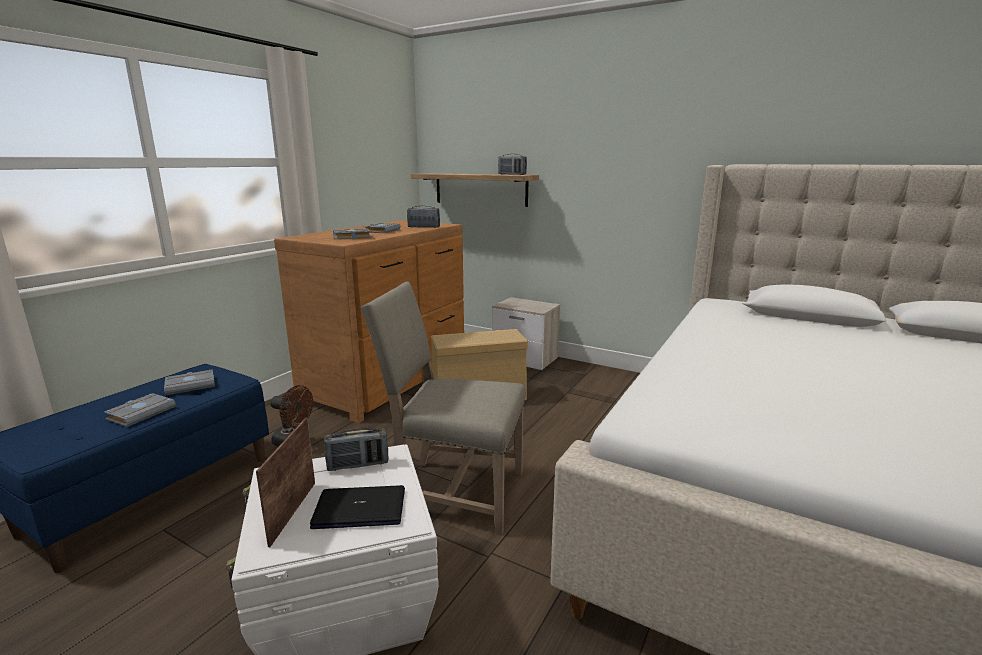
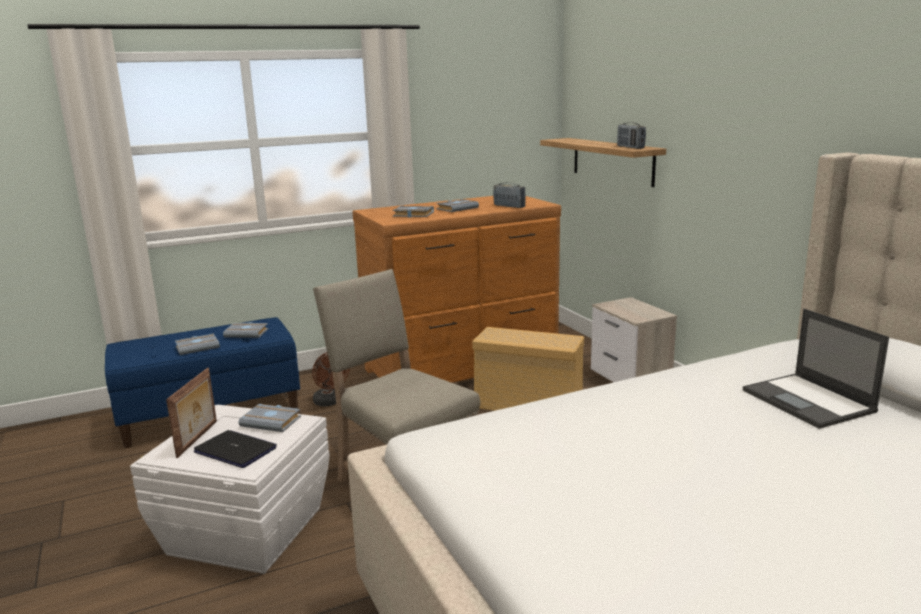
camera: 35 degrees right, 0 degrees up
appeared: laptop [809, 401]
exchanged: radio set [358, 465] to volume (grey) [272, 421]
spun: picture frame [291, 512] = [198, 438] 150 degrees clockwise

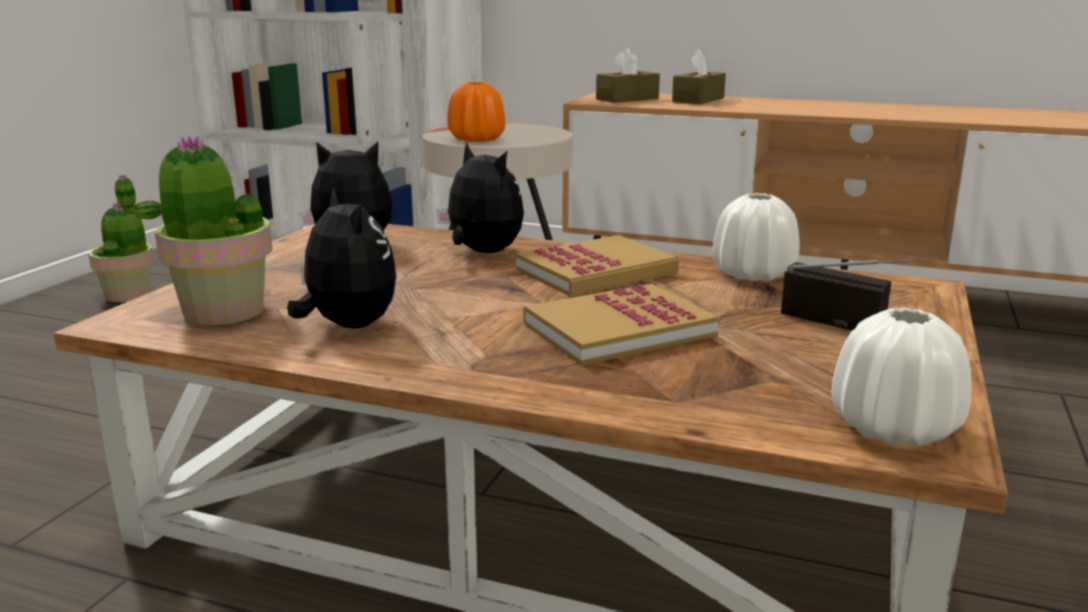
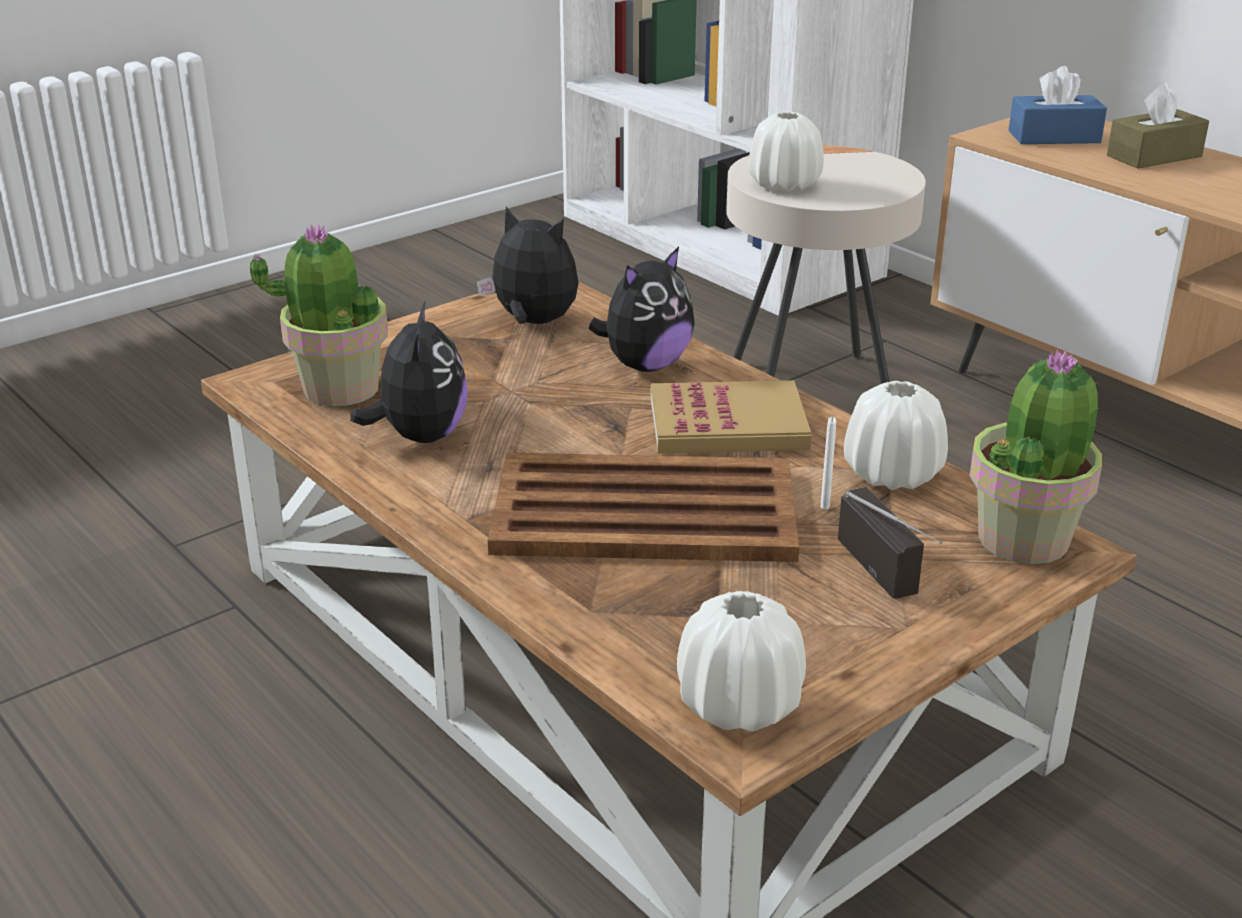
camera: 30 degrees right, 10 degrees up
appeared: wax candle (white) [825, 507]
relocated: potted plant [129, 295] to [1025, 539]
exchanged: volume [618, 330] to tray (brownish) [648, 512]
colour: box of tissues (brownish) [627, 99] to box of tissues (blue) [1054, 137]; decorative vase (orange-coloured) [477, 140] to decorative vase (white) [784, 185]
spun: plush toy [481, 252] = [645, 365] 60 degrees clockwise

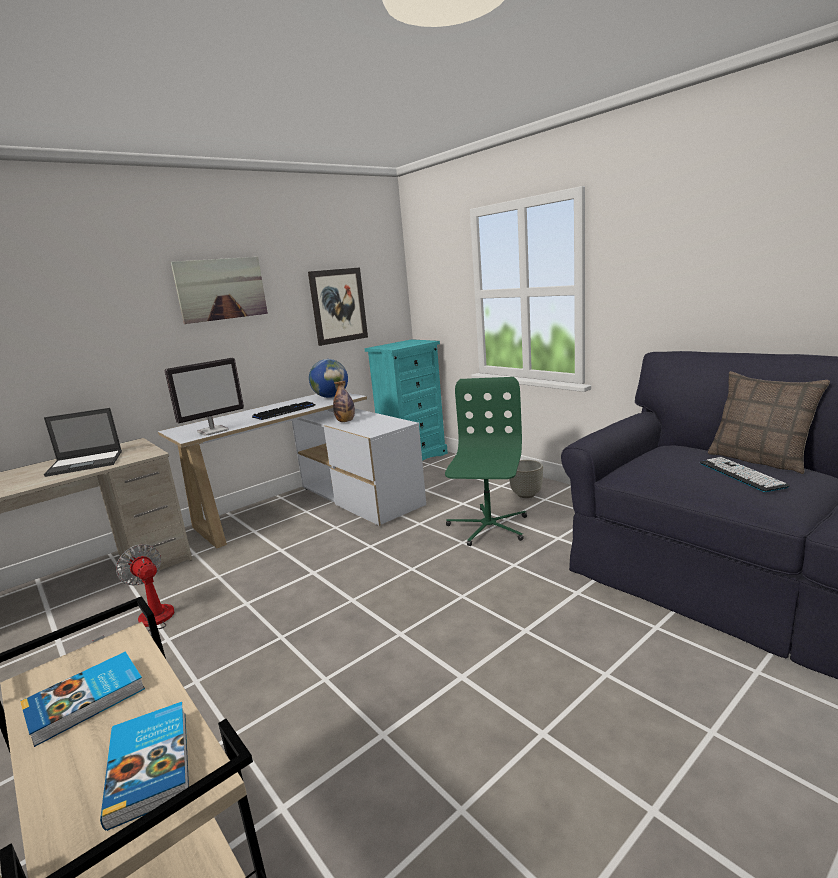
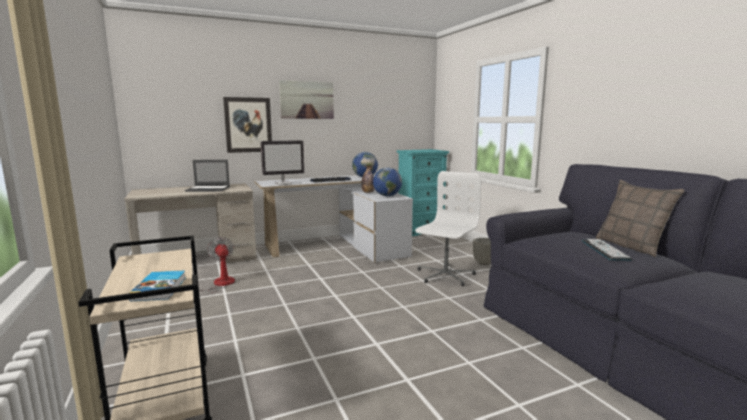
camera: 15 degrees right, 5 degrees down
missing: volume [87, 701]
appeared: world globe [387, 196]
relocated: wall art [338, 306] to [248, 125]
colour: office chair (greenish) [488, 527] to office chair (white) [445, 275]

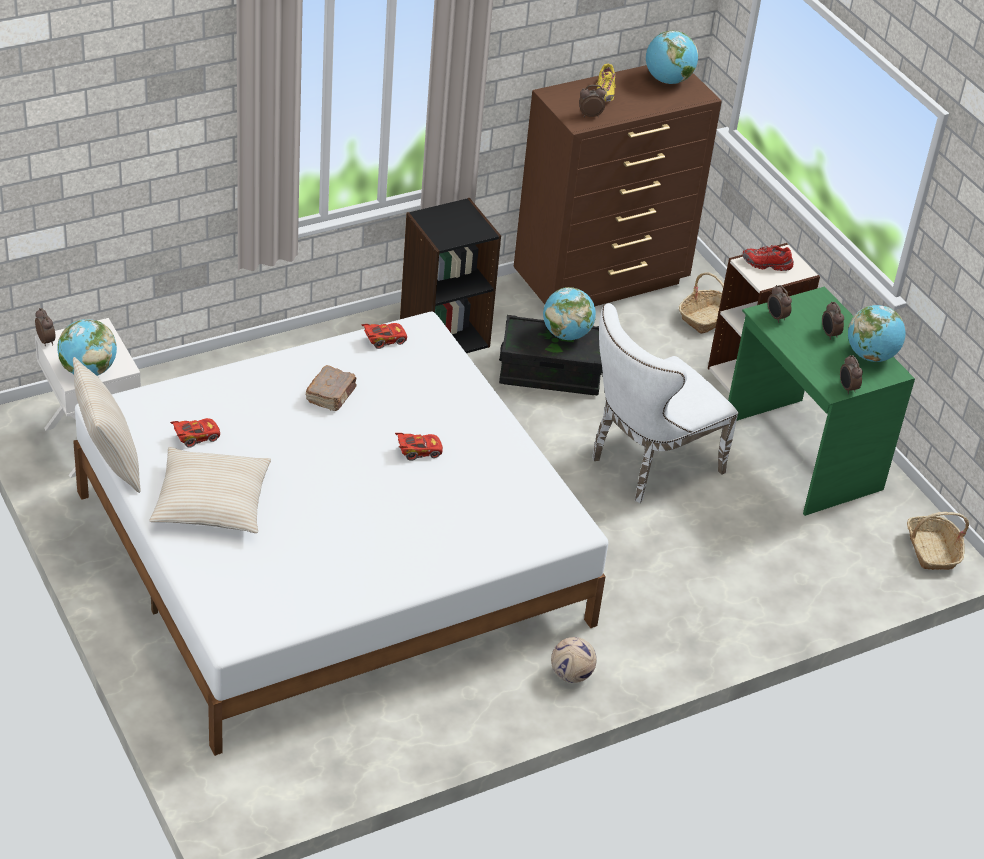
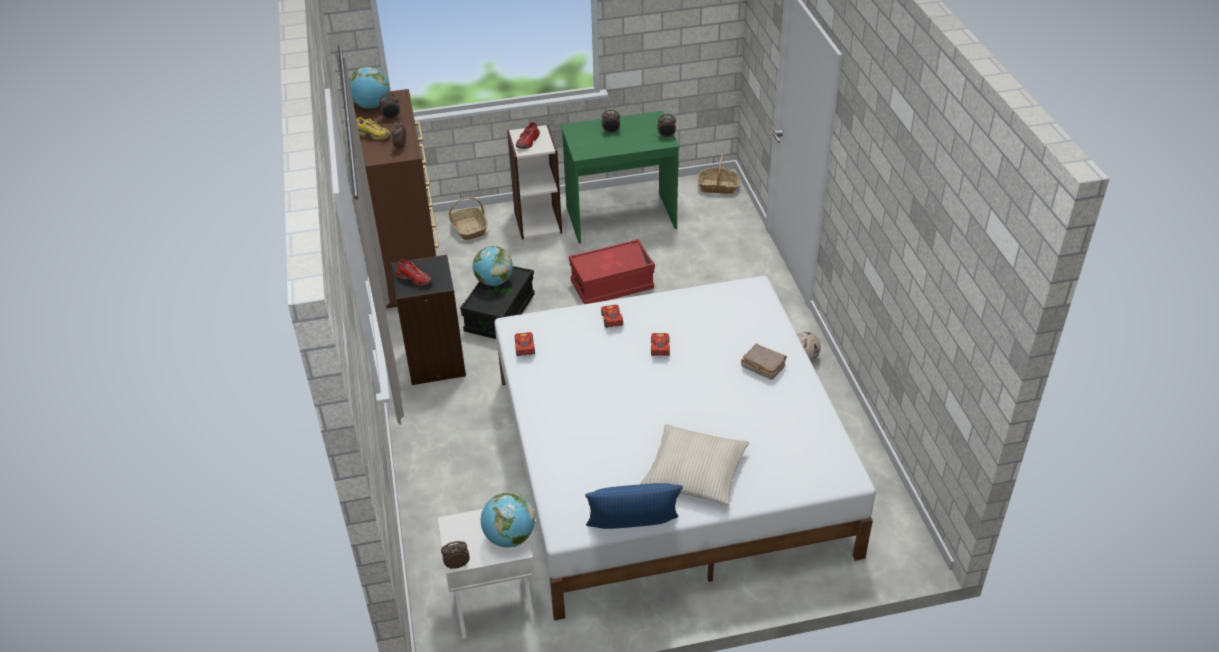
camera: 70 degrees left, 0 degrees up
missing: world globe [871, 355]
appeared: item of footwear (red) [414, 279]
relocated: alarm clock [776, 317] to [391, 118]; volume (brownish) [331, 395] to [762, 367]; miniature car (red) [196, 437] to [612, 320]
exchanged: plain chair (white) [648, 465] to storage bin (red) [612, 285]
colour: pillow (beige) [109, 461] to pillow (blue) [633, 534]

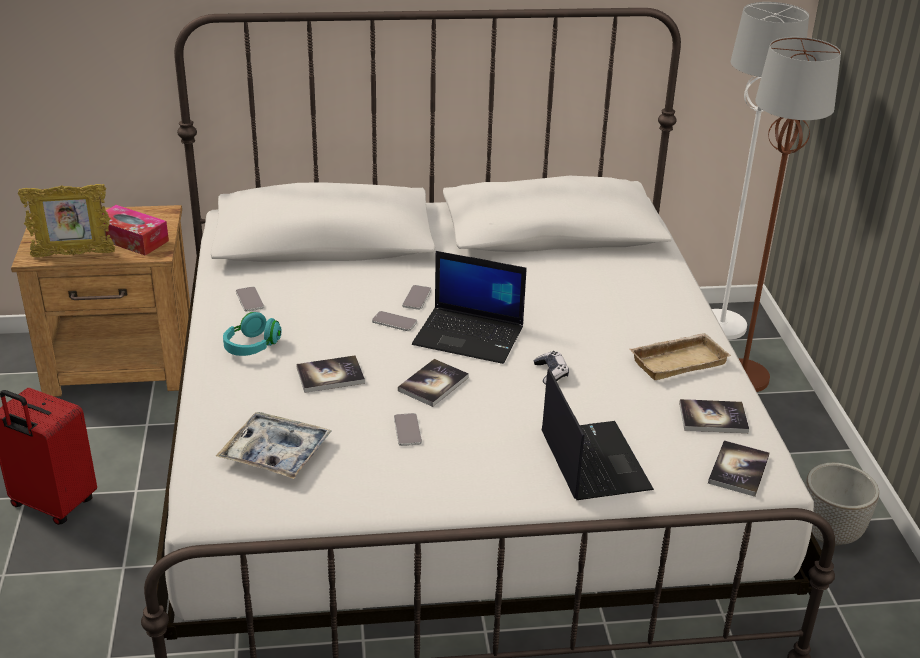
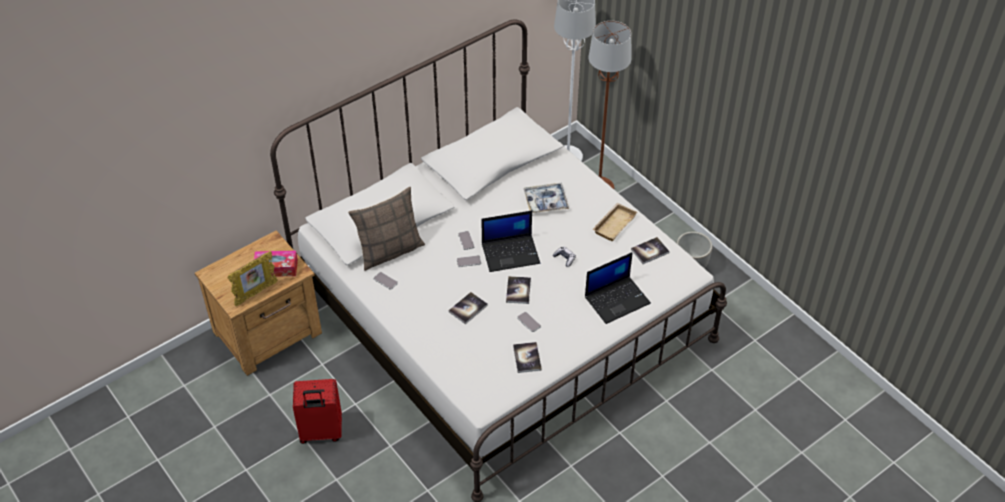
camera: 30 degrees left, 15 degrees up
missing: pair of headphones (turquoise) [252, 347]
appeared: pillow [389, 250]
relocated: tray [275, 453] to [546, 202]; volume [738, 470] to [527, 358]
spun: laptop [592, 460] = [617, 299] 105 degrees clockwise

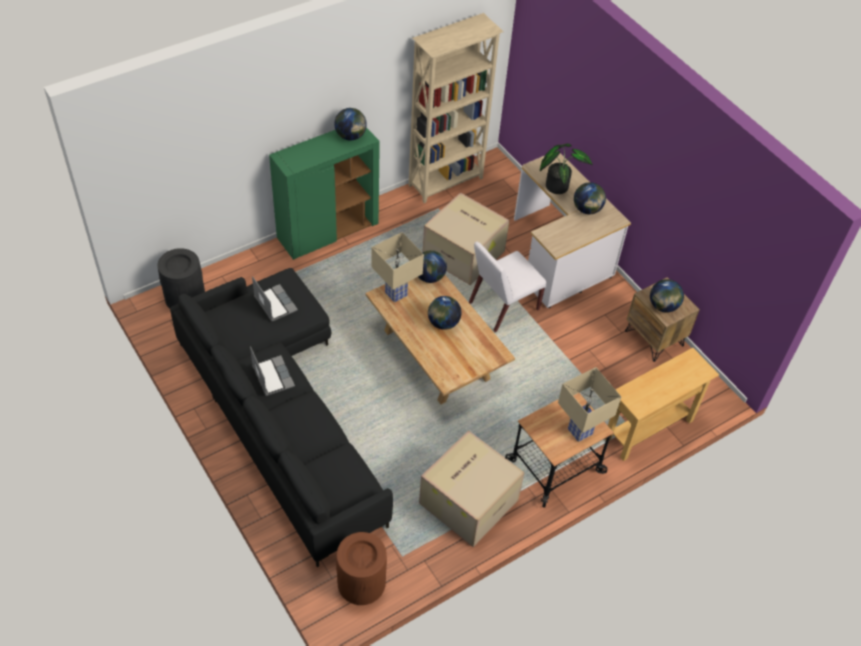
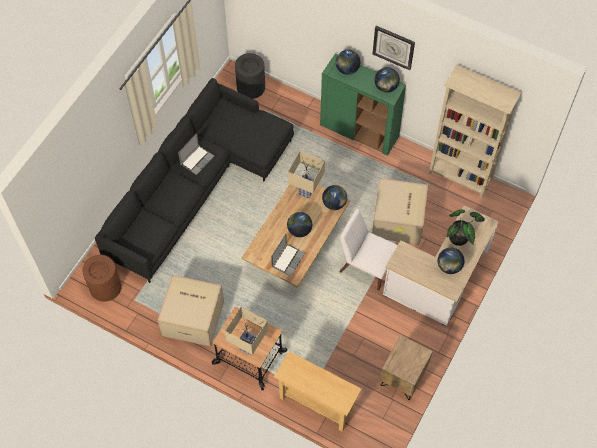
camera: 65 degrees right, 10 degrees up
appeared: clock on the wall [393, 47]
relocated: laptop [274, 303] to [288, 259]; world globe [663, 306] to [347, 69]

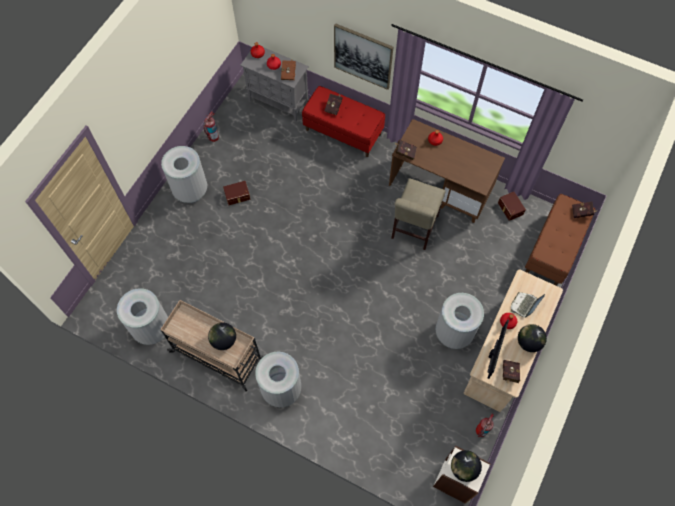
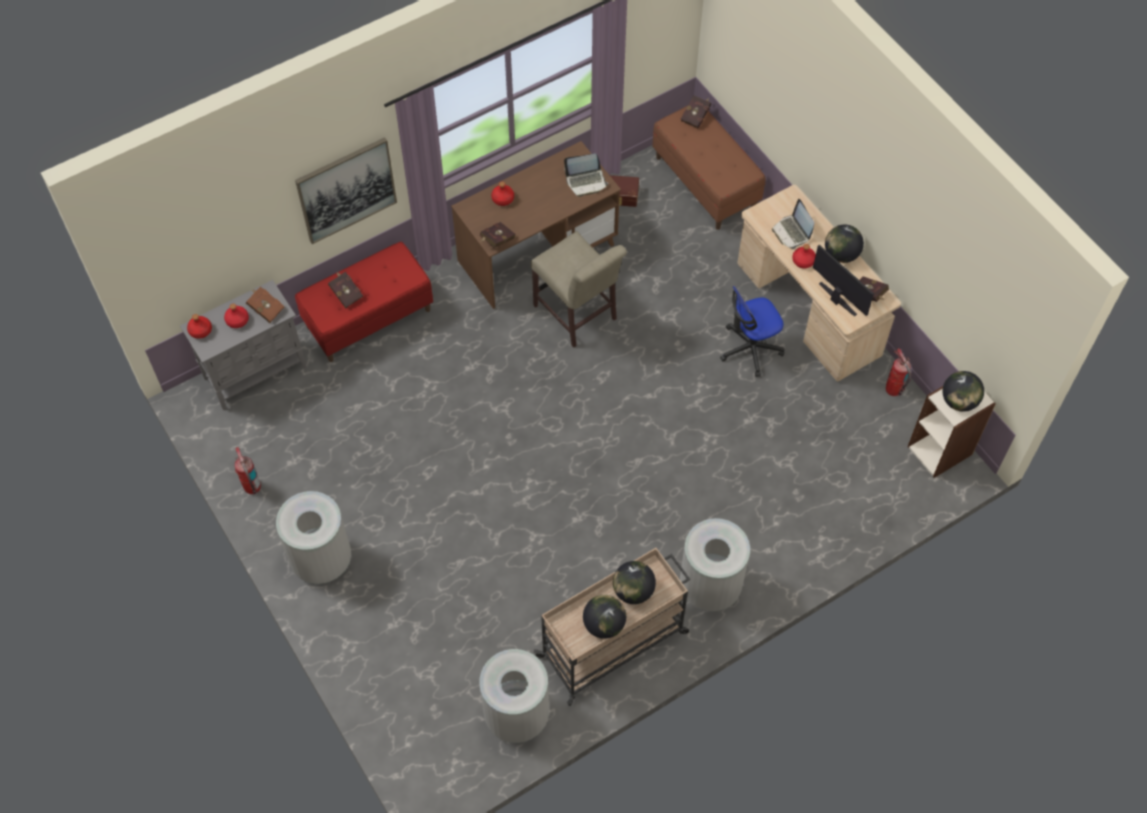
camera: 60 degrees left, 5 degrees down
missing: storage bin (brownish) [237, 196]
appeared: laptop [586, 181]; world globe [604, 624]
exchanged: rubbish bin (grey) [454, 332] to office chair [750, 348]

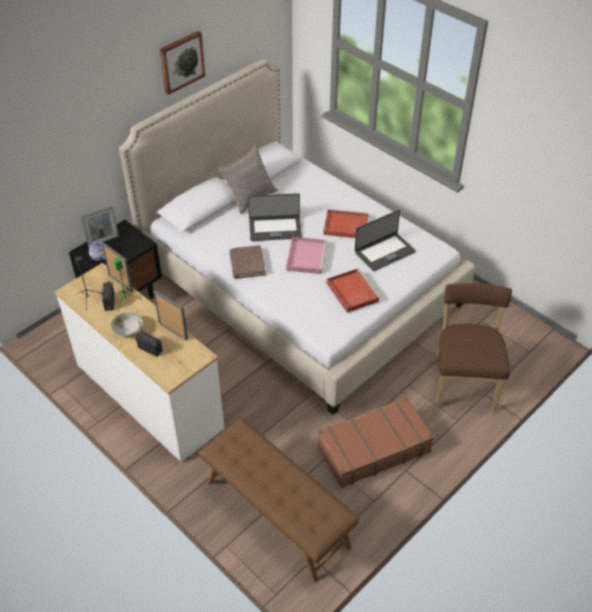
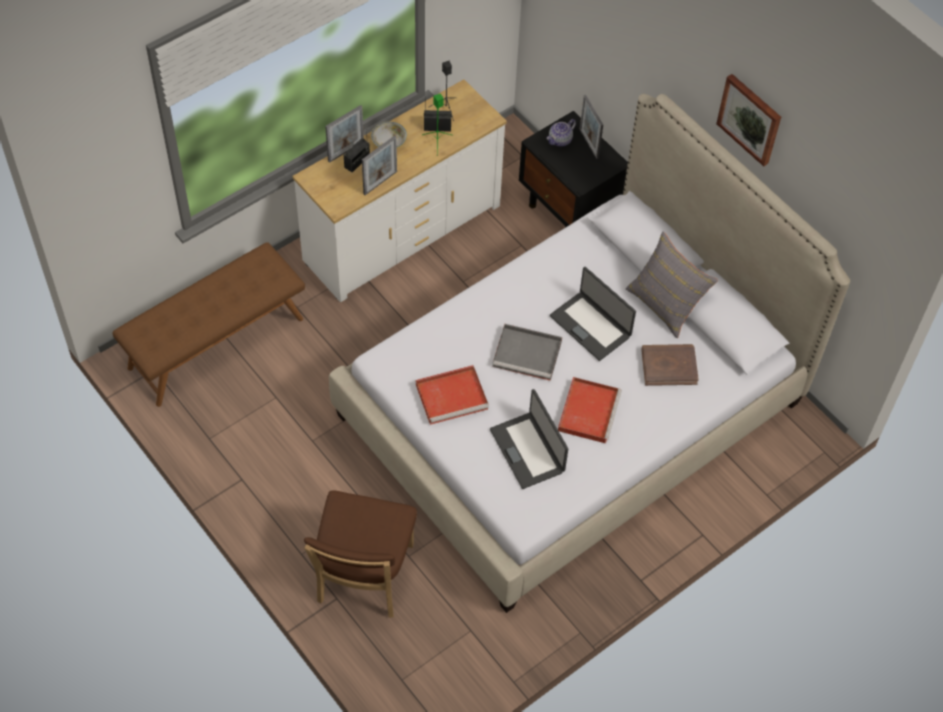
camera: 95 degrees right, 10 degrees up
missing: travel case (brownish) [373, 448]
relocated: picture frame [120, 283] to [346, 151]; volume (brownish) [247, 264] to [669, 366]
colour: tray (pink-coloured) [306, 256] to tray (grey) [528, 354]
spun: laptop [275, 228] = [591, 325] 45 degrees counterclockwise; plain chair (brownish) [464, 381] = [363, 578] 90 degrees clockwise

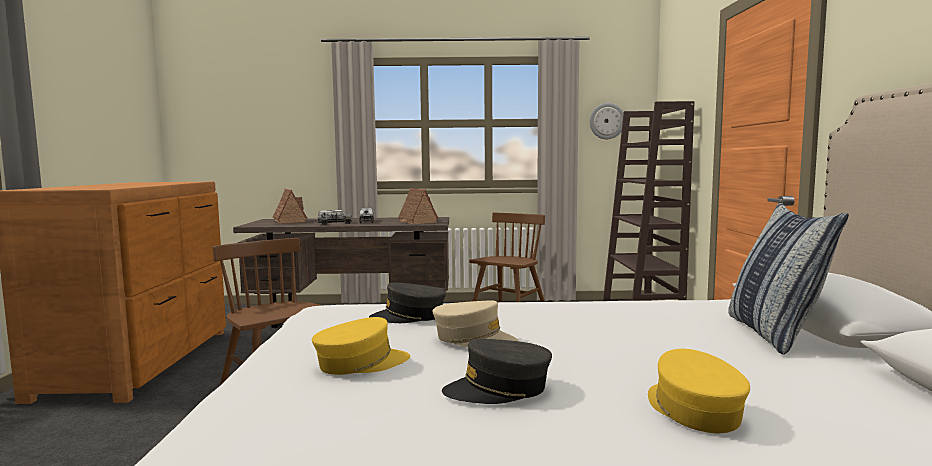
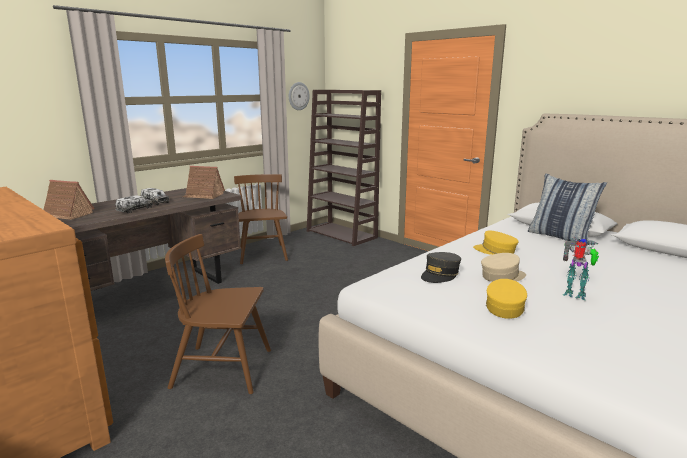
camera: 45 degrees left, 10 degrees up
relocated: peaked cap (yellow) [693, 410] to [495, 251]
exchanged: peaked cap (grey) [499, 389] to model robot [575, 295]

